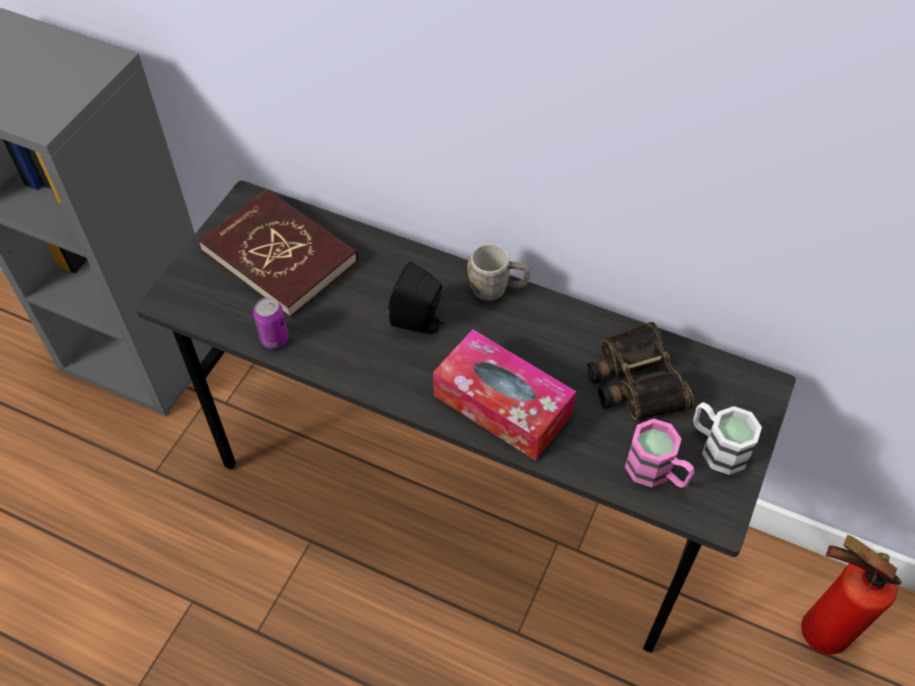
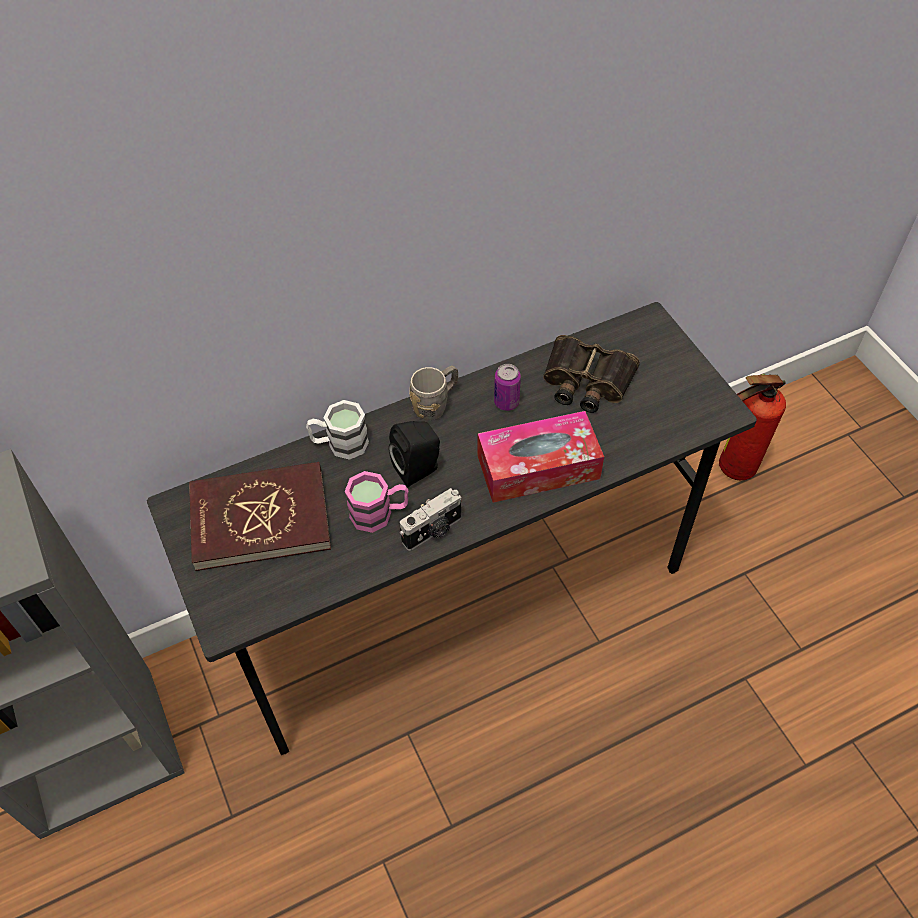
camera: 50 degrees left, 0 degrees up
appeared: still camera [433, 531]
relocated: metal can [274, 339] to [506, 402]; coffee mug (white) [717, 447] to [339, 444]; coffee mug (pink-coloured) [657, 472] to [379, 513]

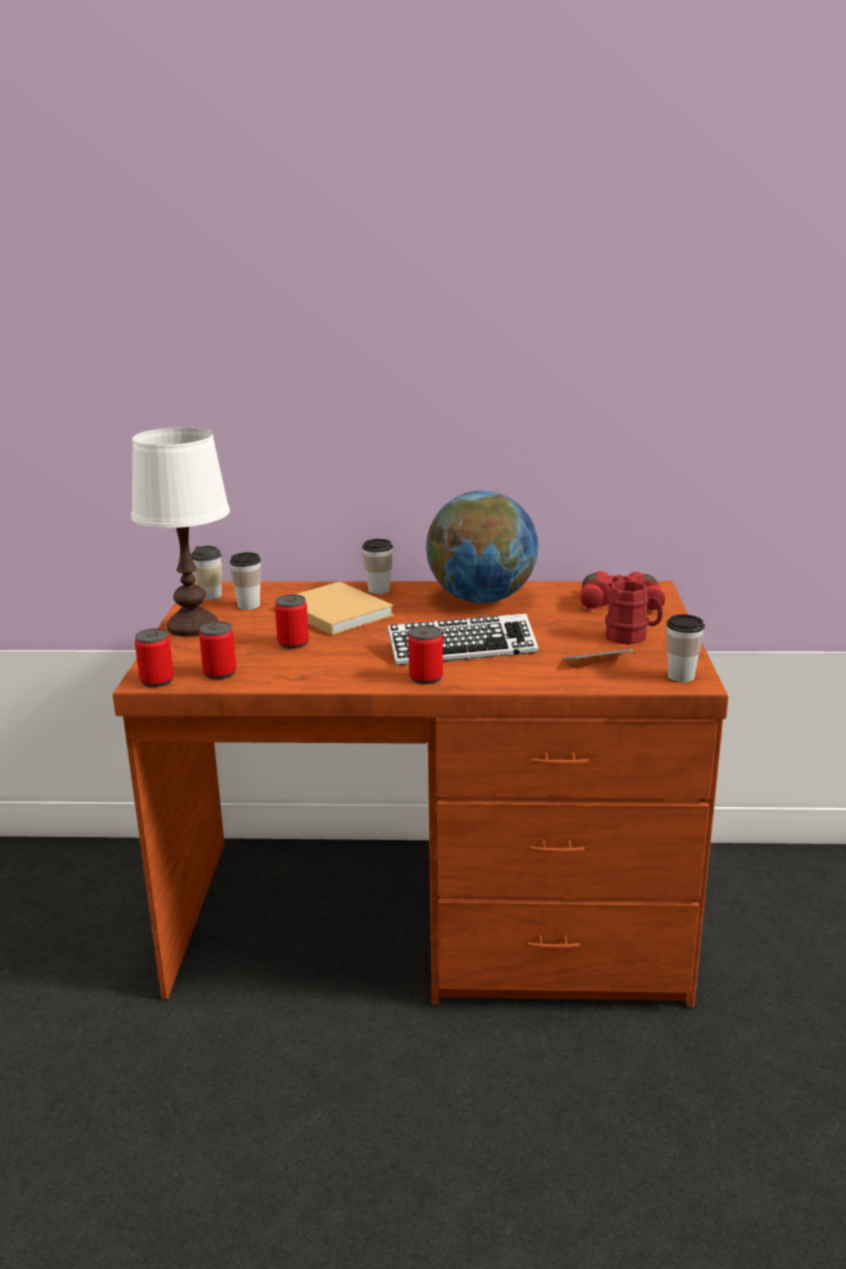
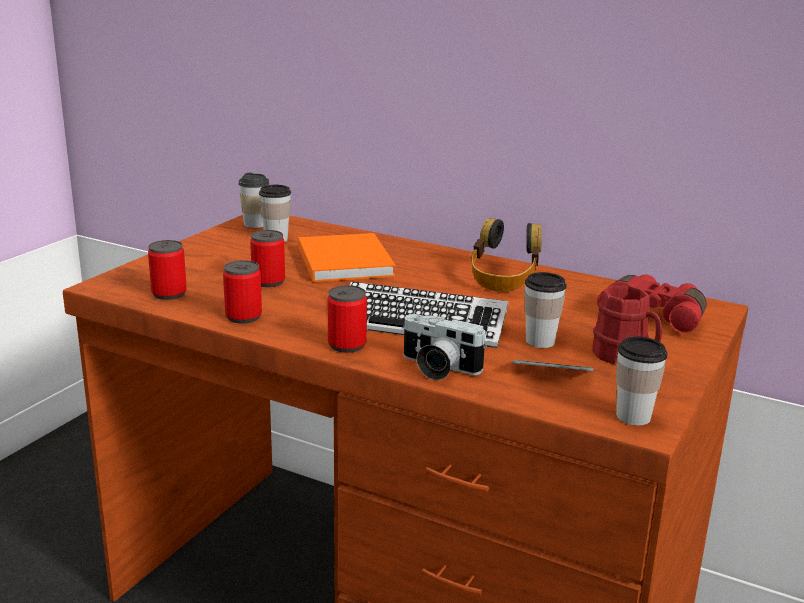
camera: 25 degrees right, 0 degrees up
missing: lamp for a table (white) [192, 626]
appeared: still camera [437, 368]
relocated: cup [379, 590] to [540, 341]; metal can [157, 680] to [243, 317]
exchanged: world globe [481, 599] to pair of headphones [504, 279]
colour: volume (beige) [334, 611] to volume (orange-coloured) [344, 260]

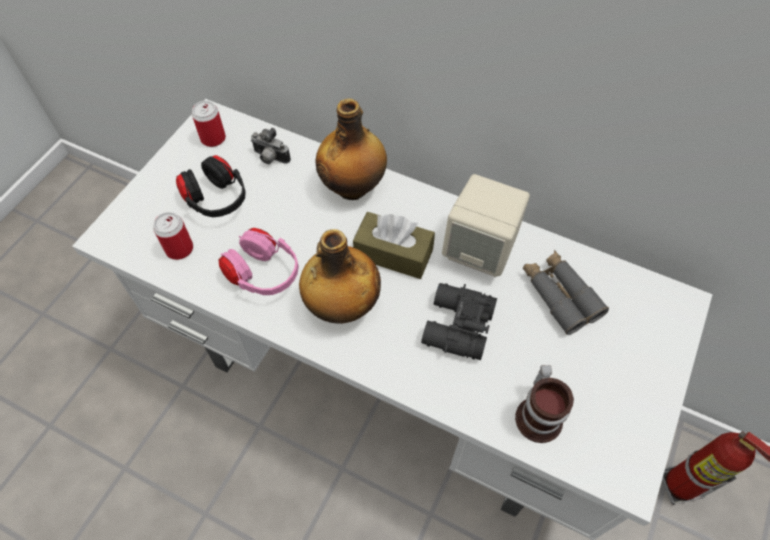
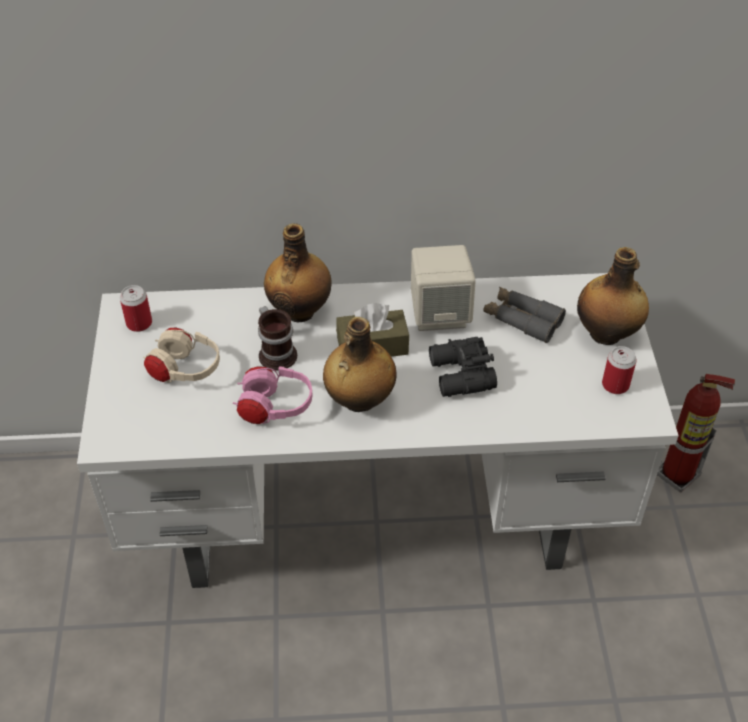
camera: 30 degrees left, 10 degrees down
missing: still camera [270, 158]
appeared: beverage bottle [607, 334]
relocated: metal can [179, 249] to [615, 385]; coffee mug [540, 414] to [277, 352]
colour: pair of headphones (blackish) [216, 200] to pair of headphones (beige) [185, 370]

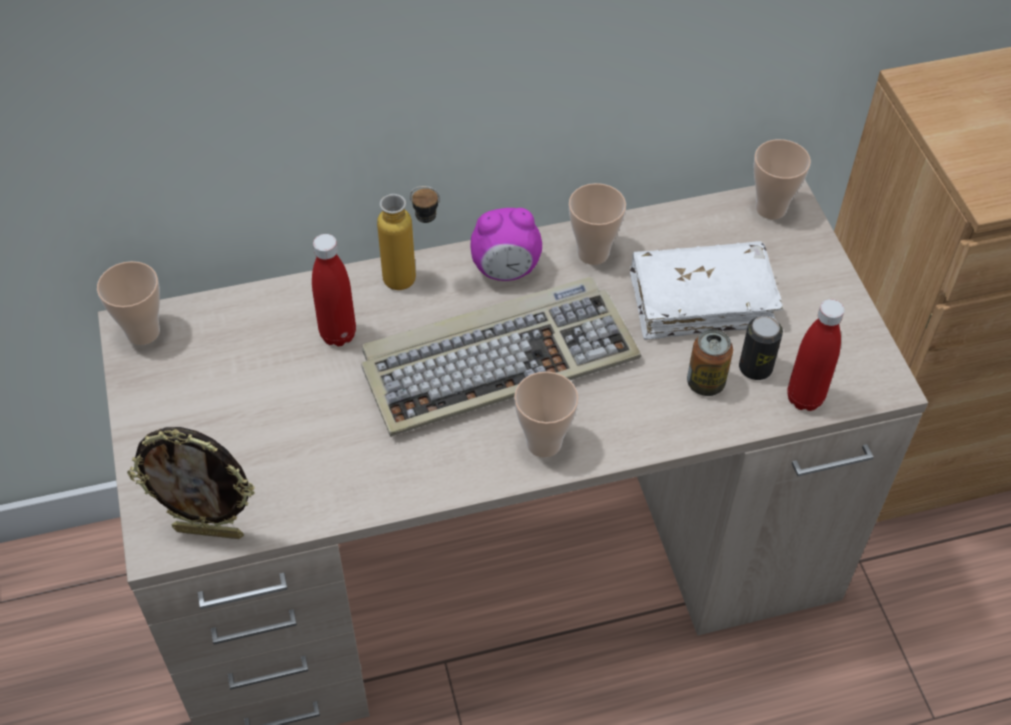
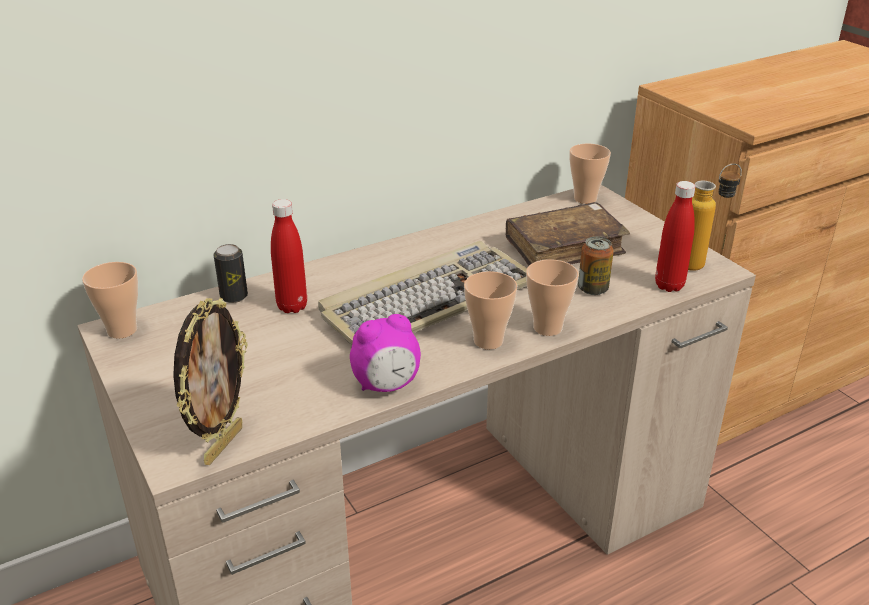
camera: 15 degrees left, 20 degrees down
relocated: cup [593, 253] to [547, 328]; beverage bottle [413, 280] to [701, 263]; alarm clock [506, 270] to [386, 386]; metal can [755, 368] to [234, 296]
colour: volume (white) [701, 301] to volume (brownish) [564, 248]
spun: picture frame [210, 531] = [222, 444] 60 degrees counterclockwise

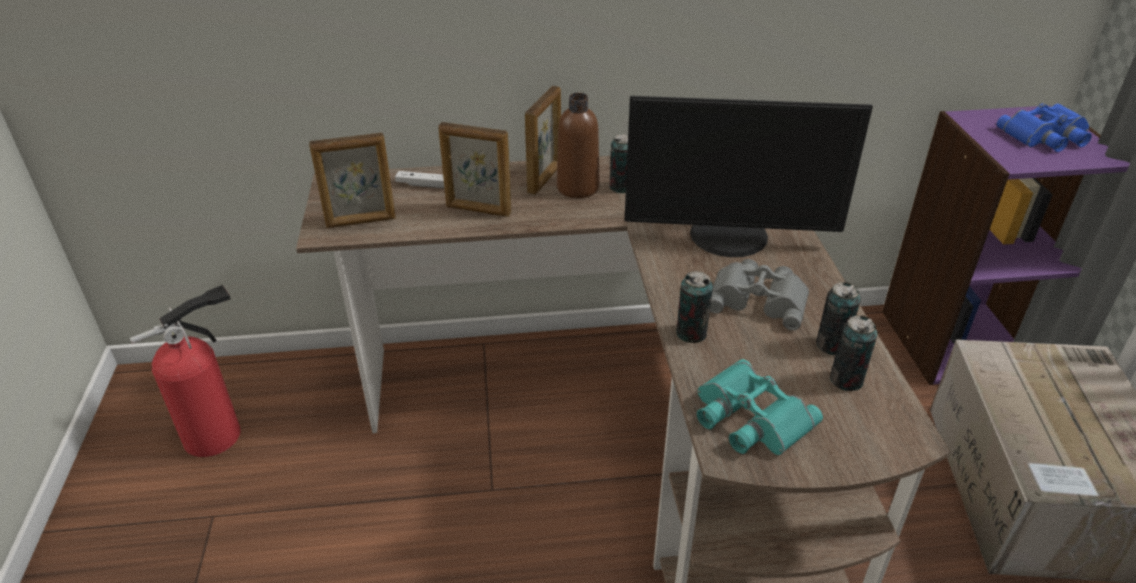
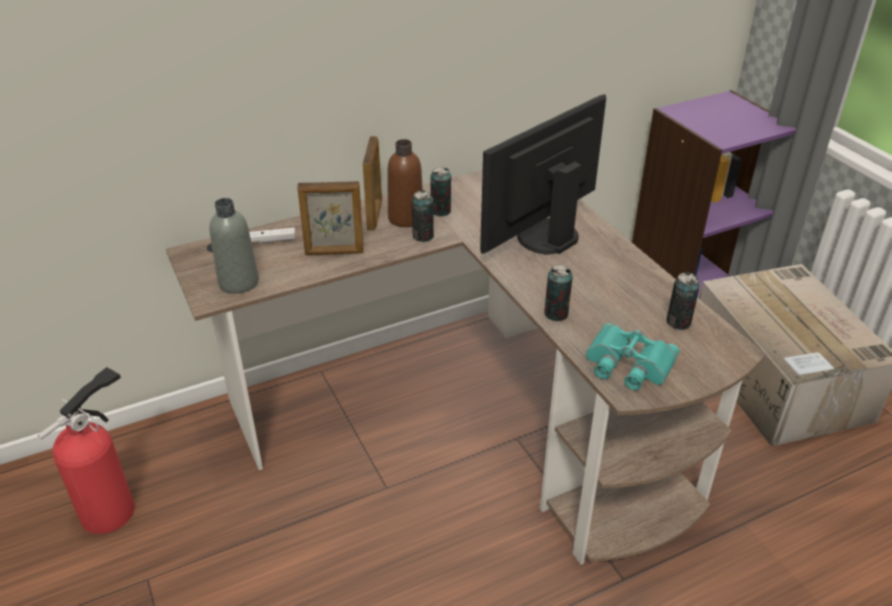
camera: 20 degrees left, 0 degrees up
missing: field glasses (blue) [1046, 136]; field glasses (grey) [759, 299]
relocated: metal can [831, 345] to [423, 236]
exchanged: picture frame [361, 222] to beverage bottle (grey) [238, 282]
spun: computer screen [729, 238] = [544, 235] 150 degrees clockwise

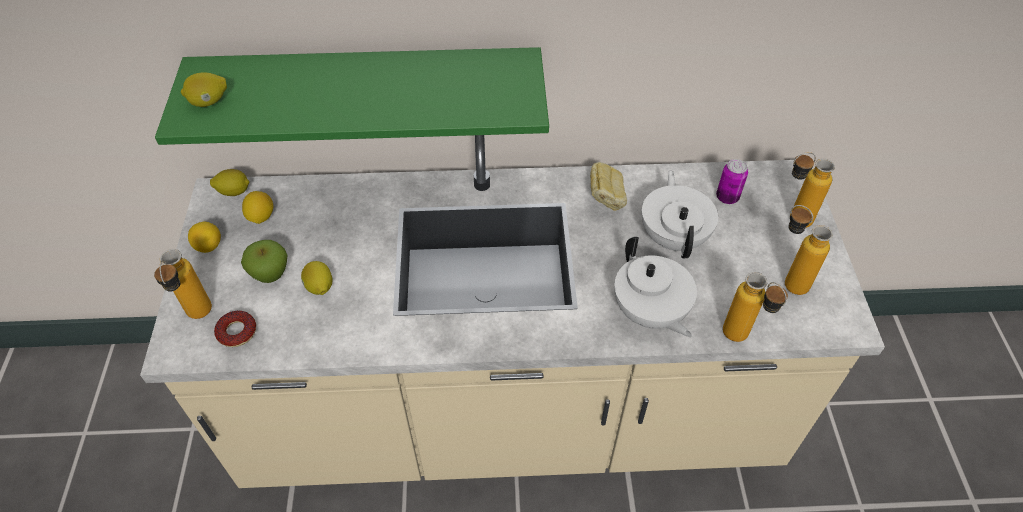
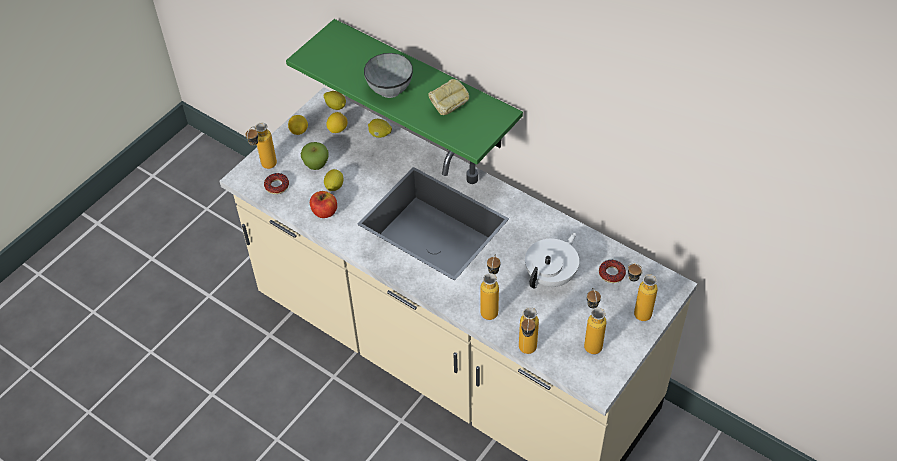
camera: 40 degrees right, 0 degrees up
appeared: deep dish (grey) [389, 90]; whole apple [324, 212]
relocated: whole lemon [209, 102] to [380, 134]; bakery bread [606, 200] to [448, 108]
exchanged: metal can [727, 197] to ring doughnut [611, 273]; teapot (white) [649, 313] to beverage bottle [491, 307]

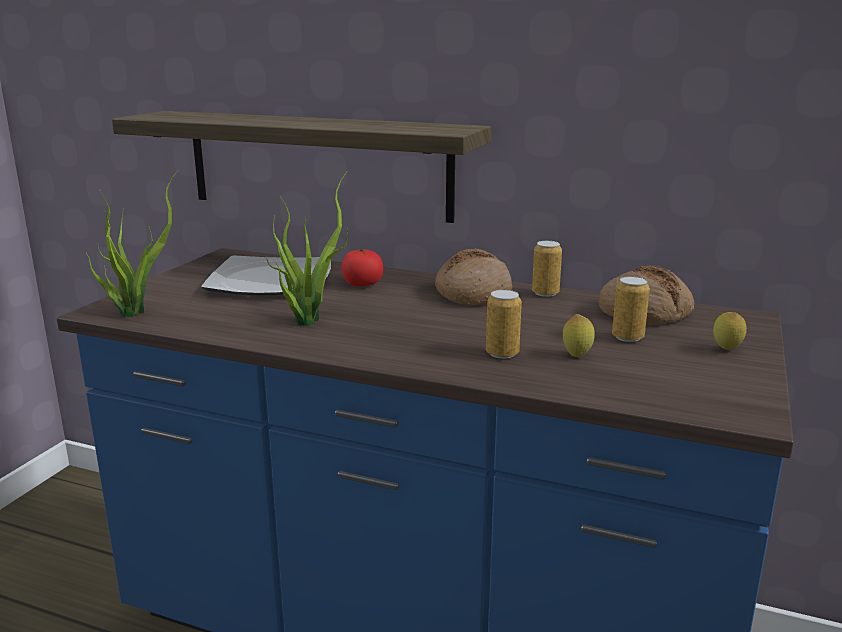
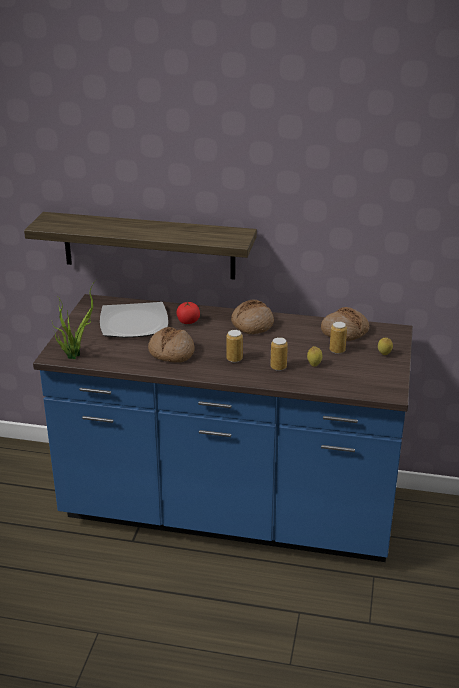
camera: 10 degrees left, 10 degrees up
relocated: metal can [545, 293] to [234, 359]
exchanged: potted plant [307, 320] to bakery bread [171, 353]

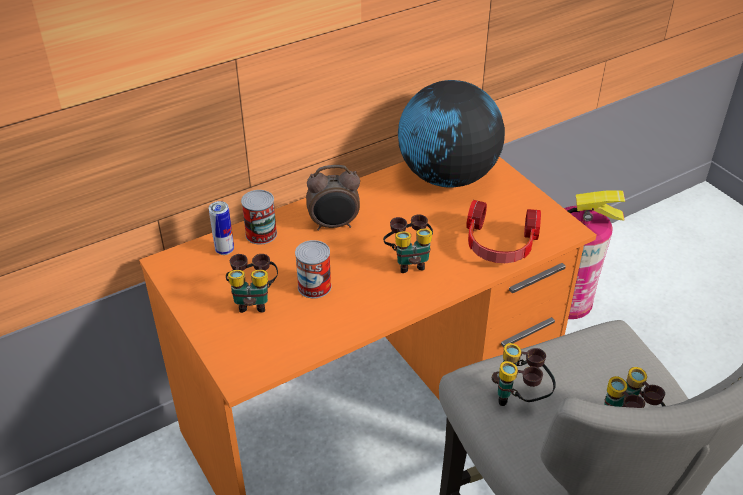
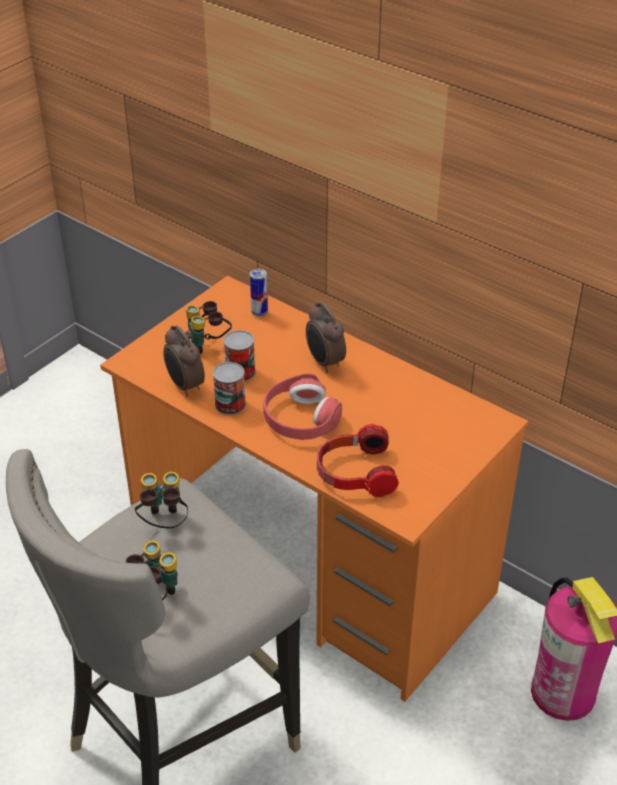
camera: 70 degrees right, 0 degrees up
missing: world globe [447, 177]
appeared: alarm clock [185, 386]
relocated: metal can [261, 234] to [230, 404]
exchanged: field glasses [409, 261] to pair of headphones (red) [300, 418]

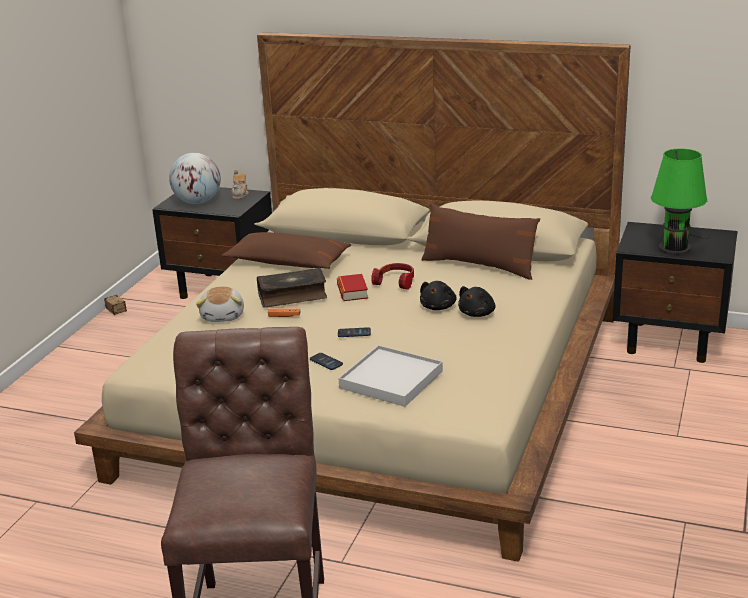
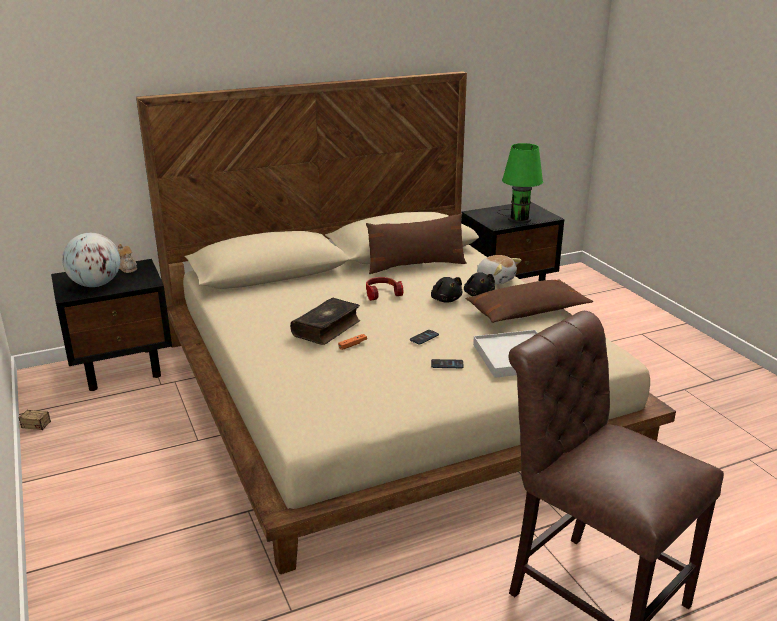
camera: 45 degrees left, 0 degrees up
missing: volume [352, 291]
relocated: pillow (brownish) [288, 262] to [527, 312]; plush toy [223, 316] to [496, 279]

